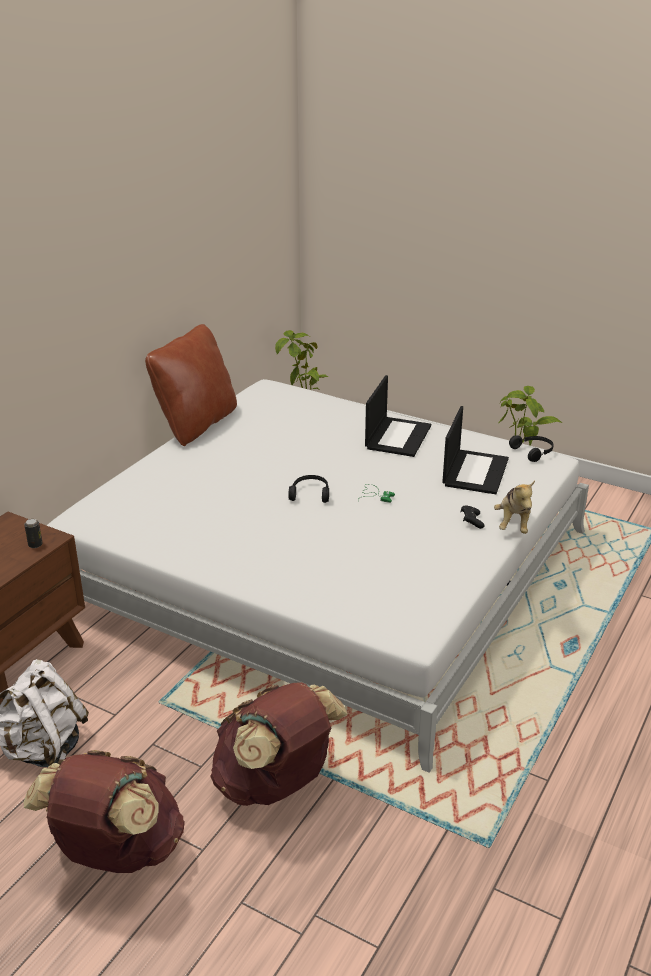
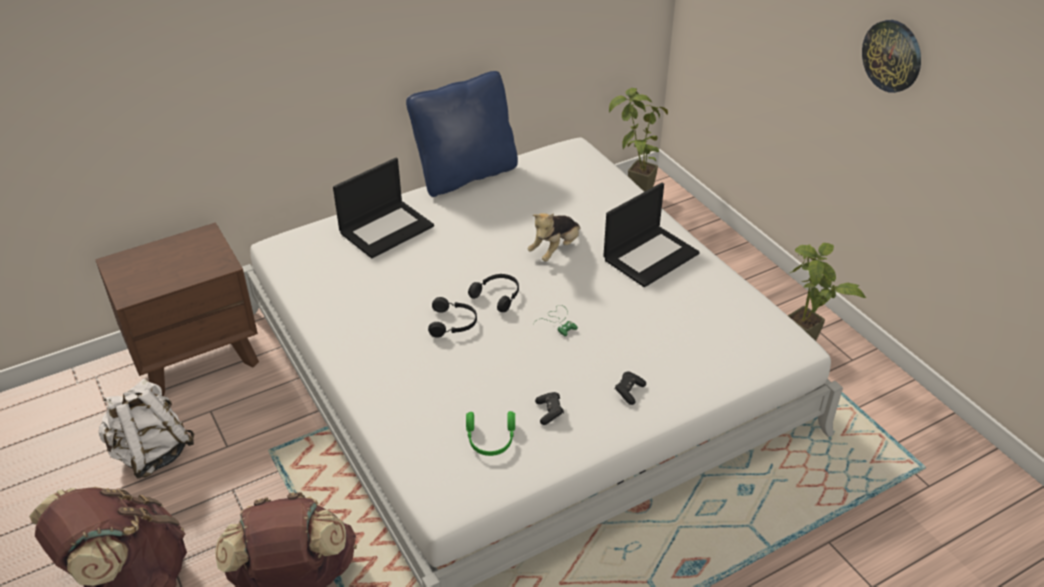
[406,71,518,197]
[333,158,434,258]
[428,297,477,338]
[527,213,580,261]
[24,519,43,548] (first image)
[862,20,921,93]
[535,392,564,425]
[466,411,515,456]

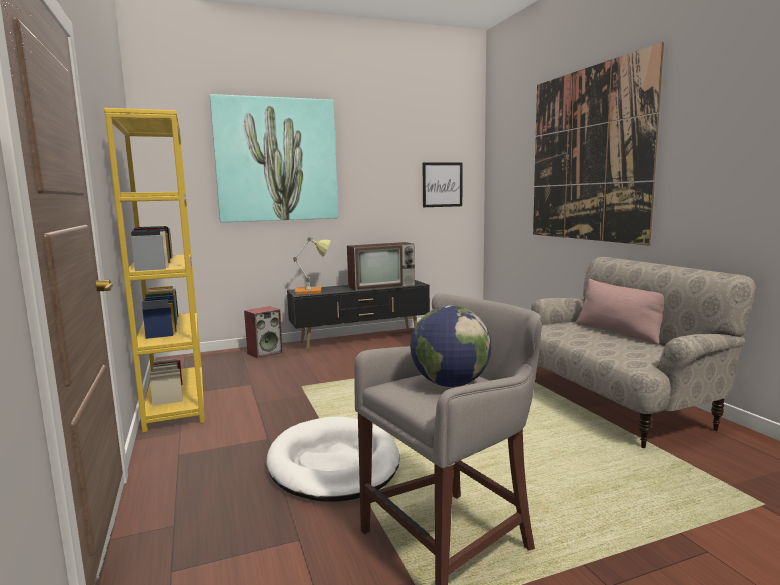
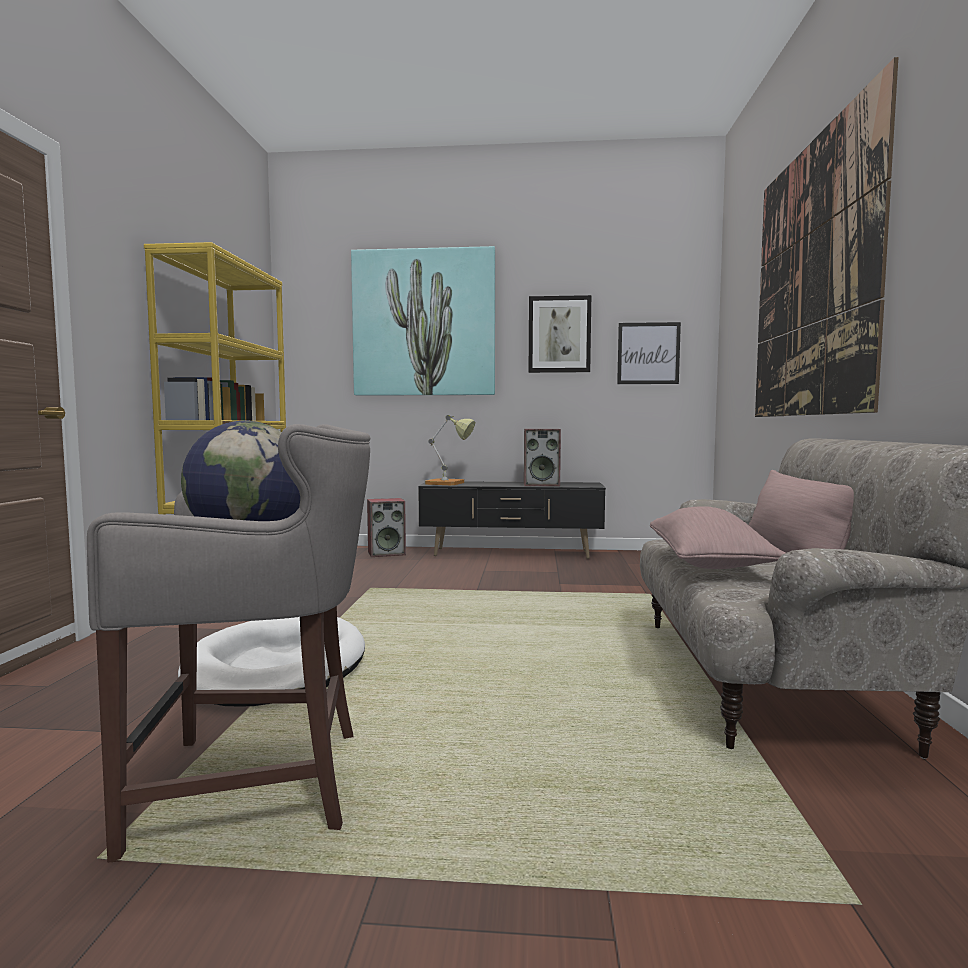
[524,429,561,486]
[529,295,591,373]
[650,506,785,569]

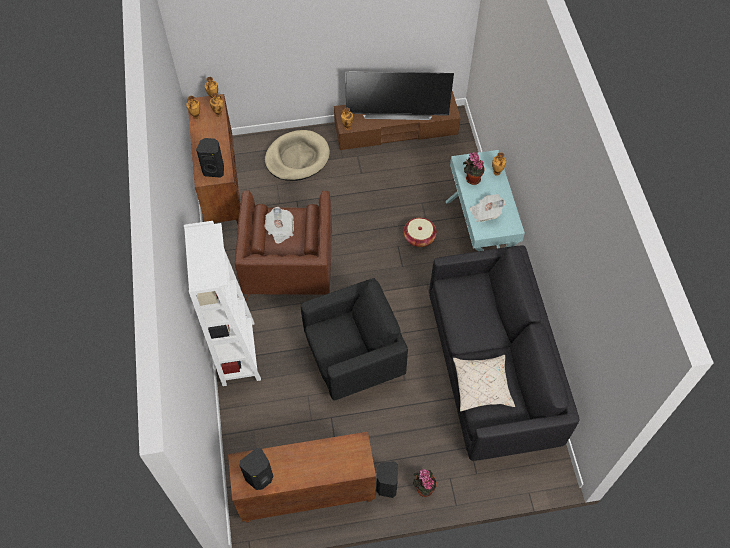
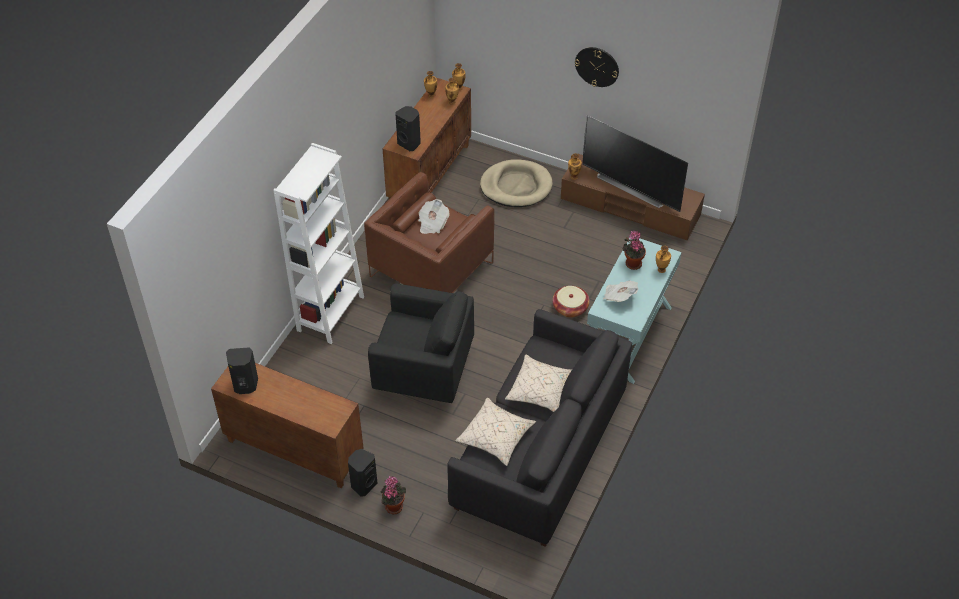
[575,47,619,87]
[505,355,572,413]

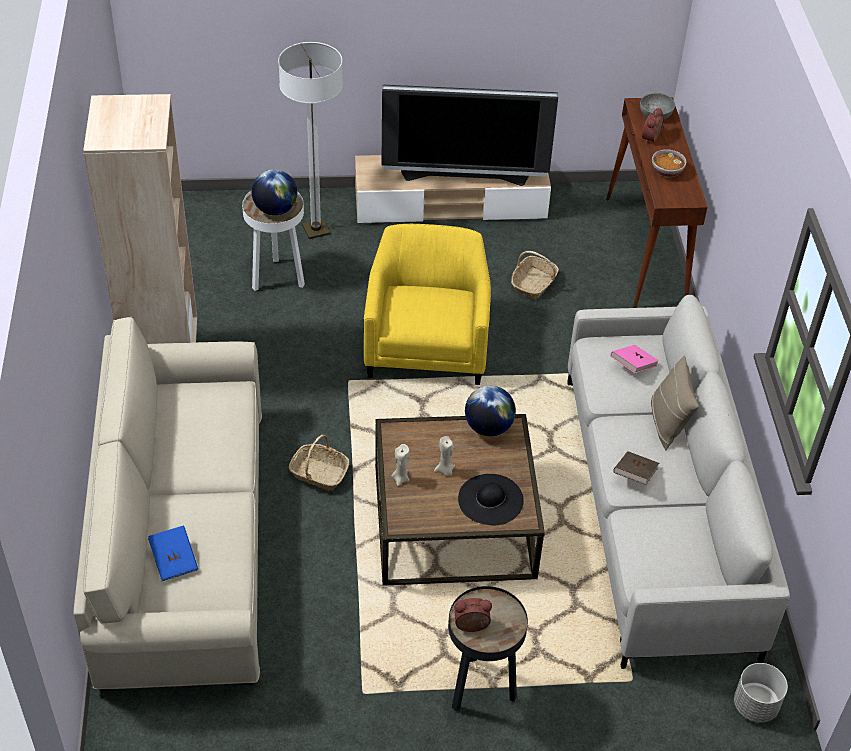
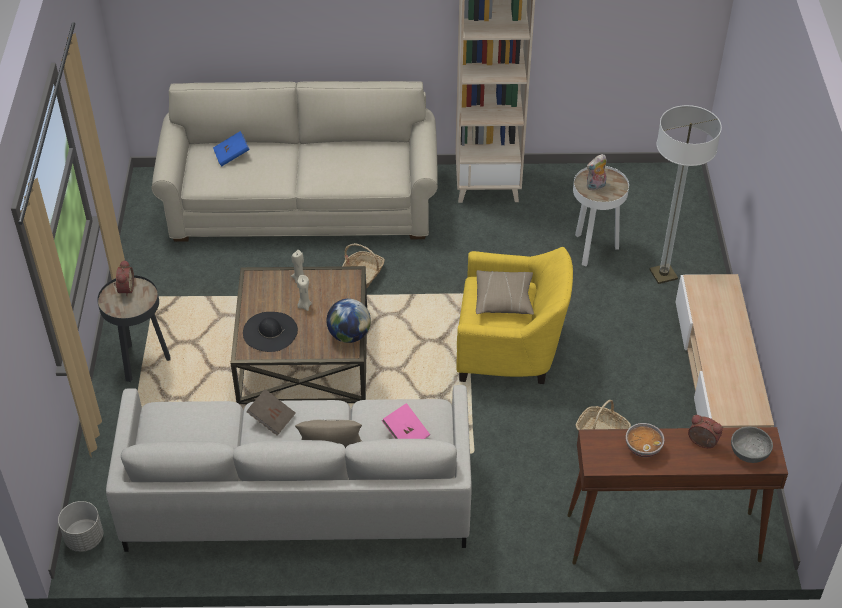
[381,85,558,186] (first image)
[587,154,607,191]
[476,270,534,315]

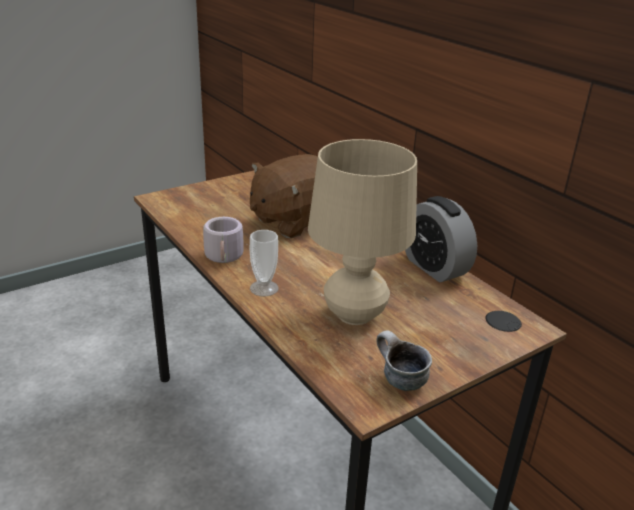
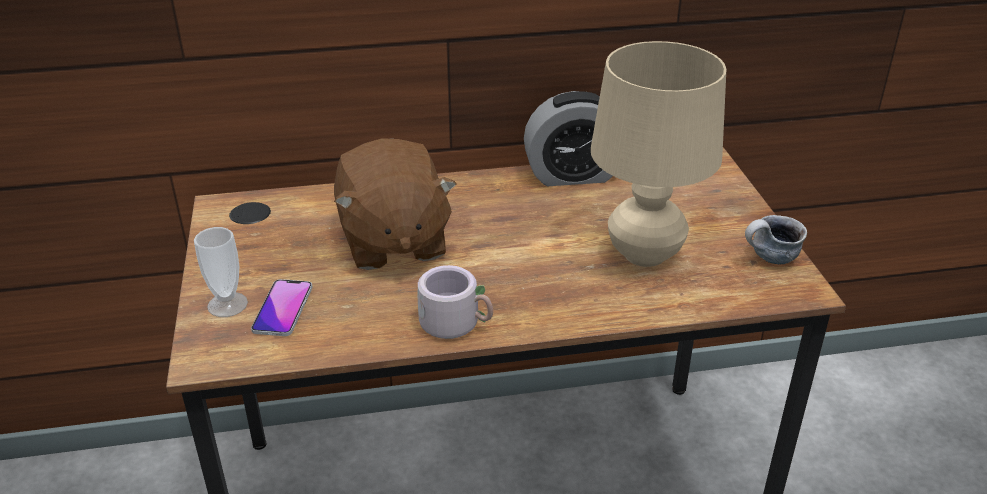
[194,227,248,317]
[251,279,312,336]

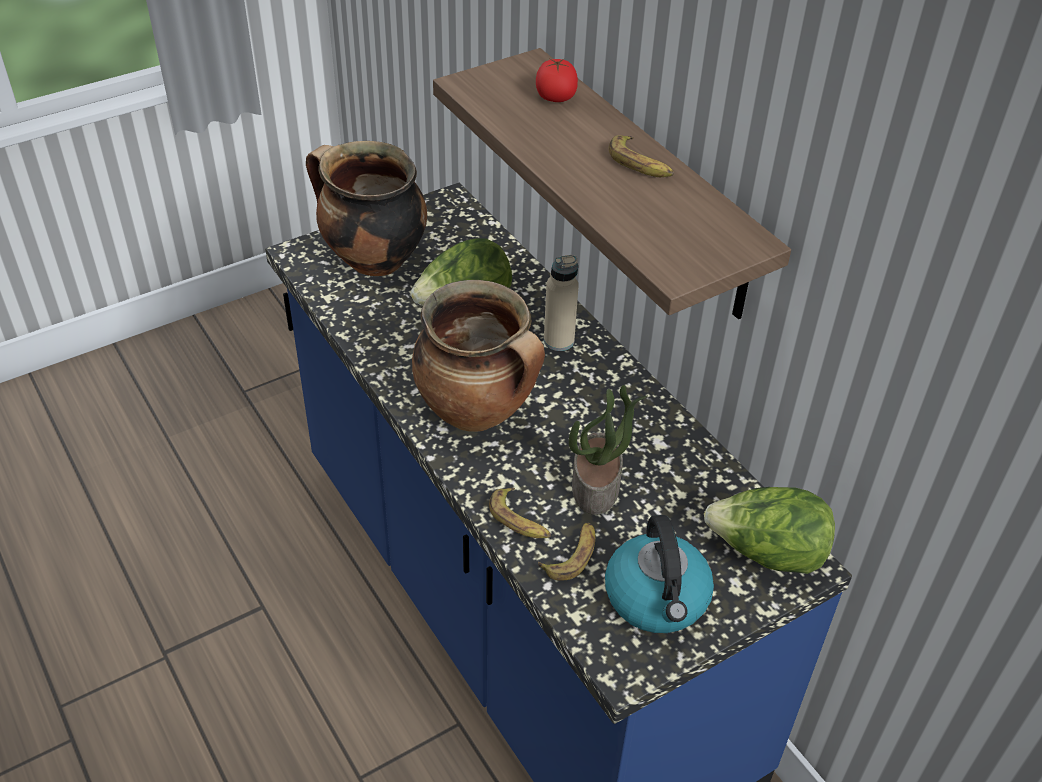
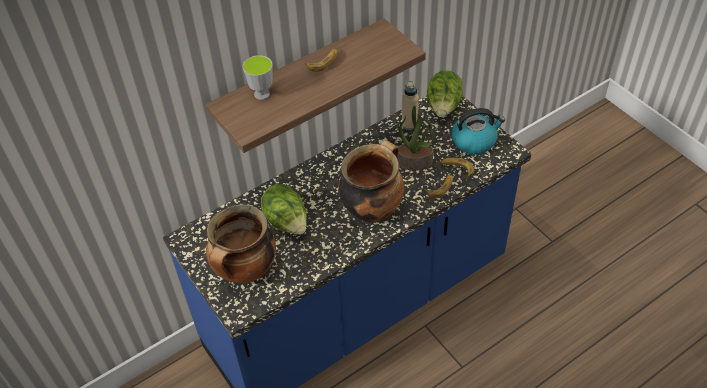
[243,55,273,100]
[402,81,419,130]

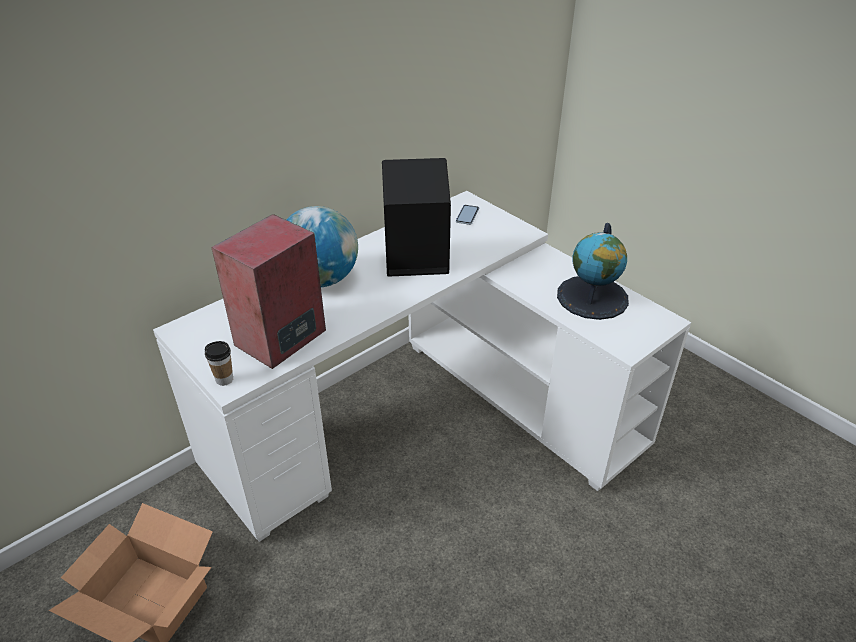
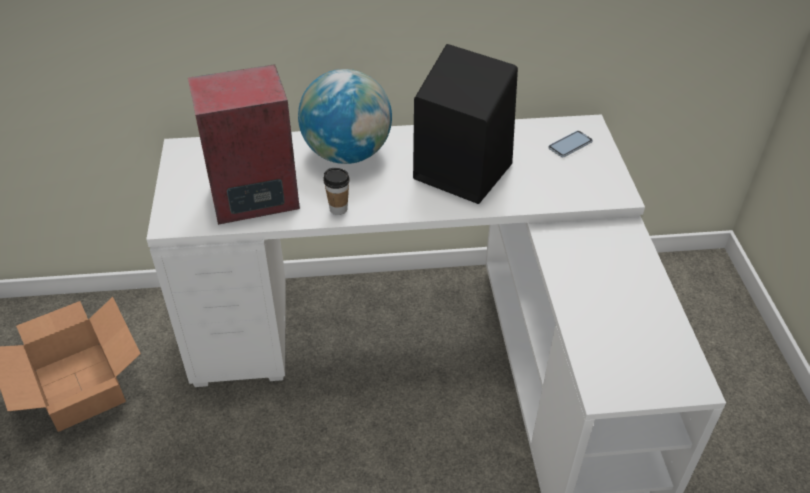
[557,223,629,320] (first image)
[323,168,350,215]

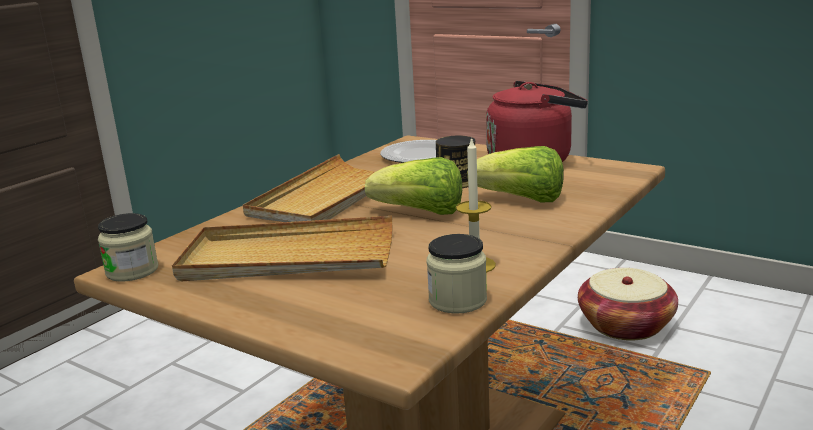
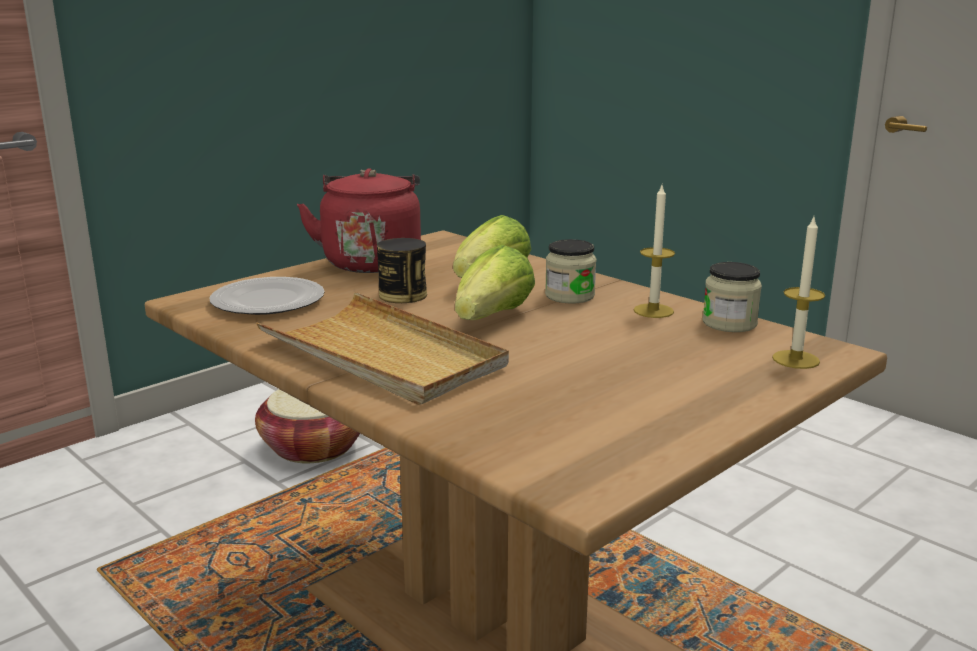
[545,239,597,303]
[172,216,393,281] (first image)
[772,217,825,369]

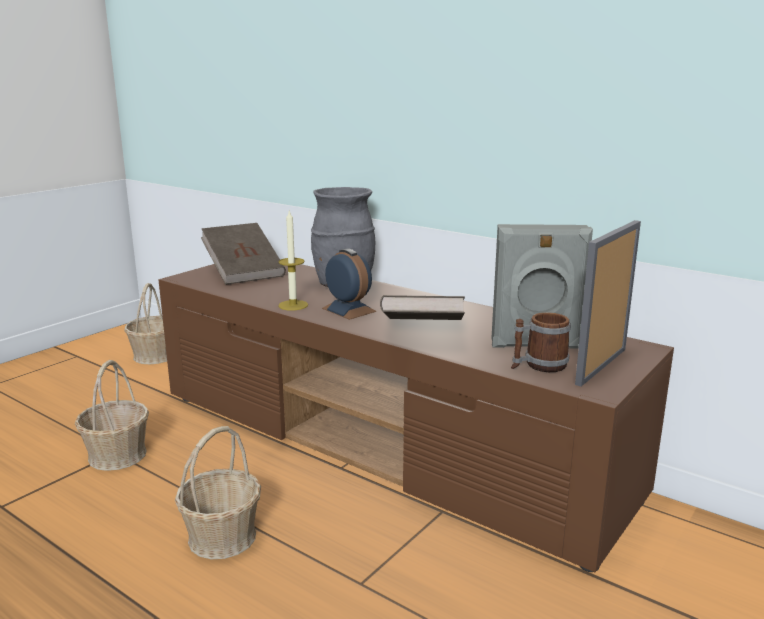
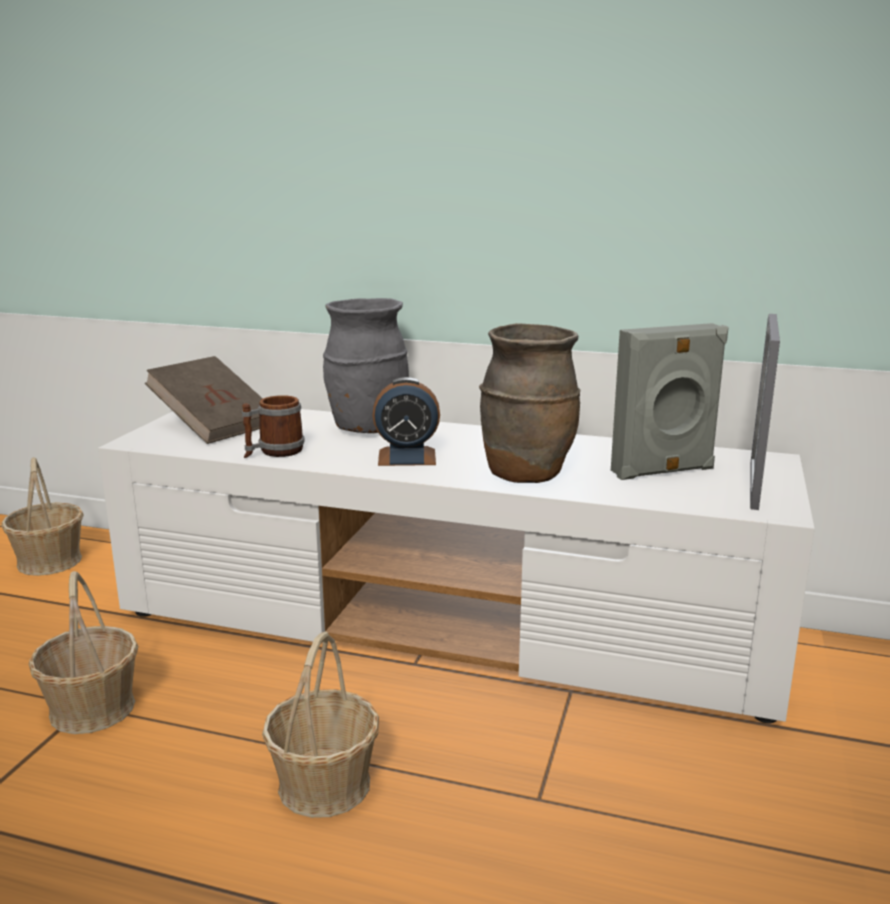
[278,211,308,310] (first image)
[373,377,440,466]
[98,409,815,724]
[479,323,580,483]
[242,395,305,458]

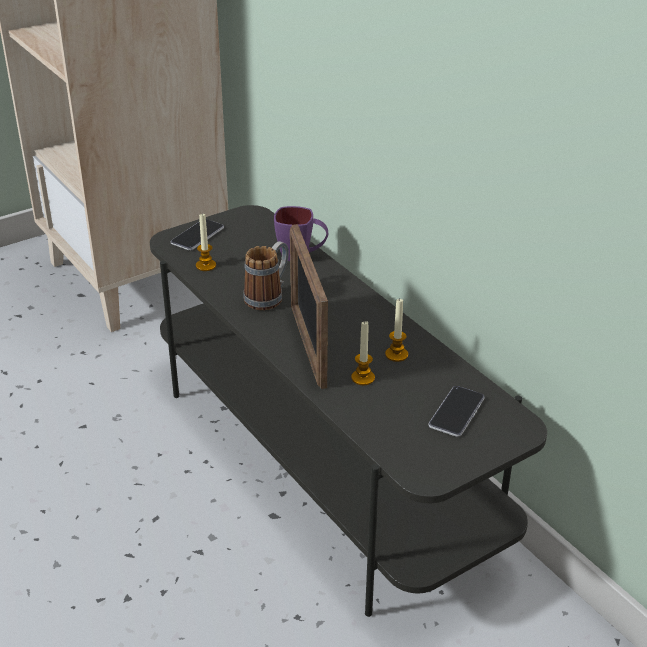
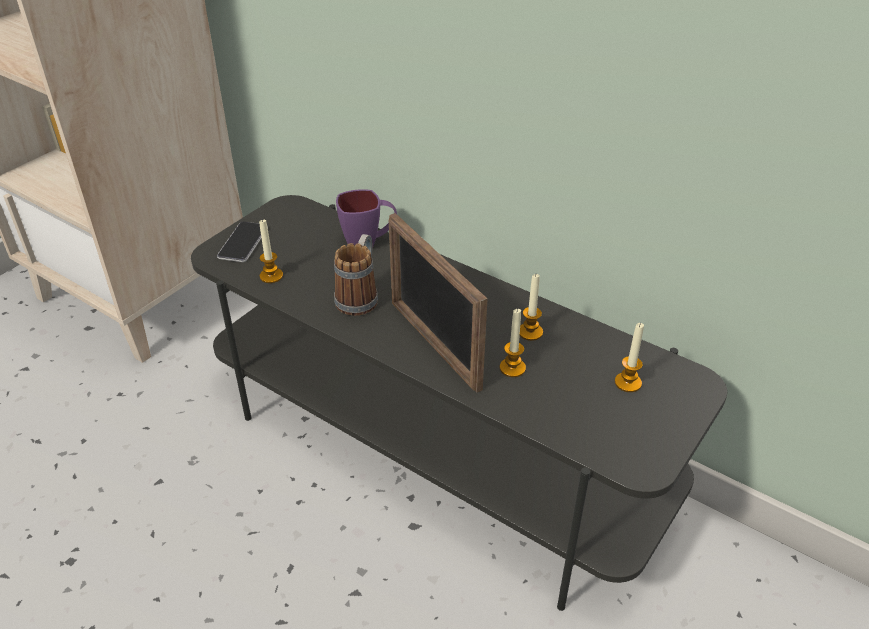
[615,323,644,392]

